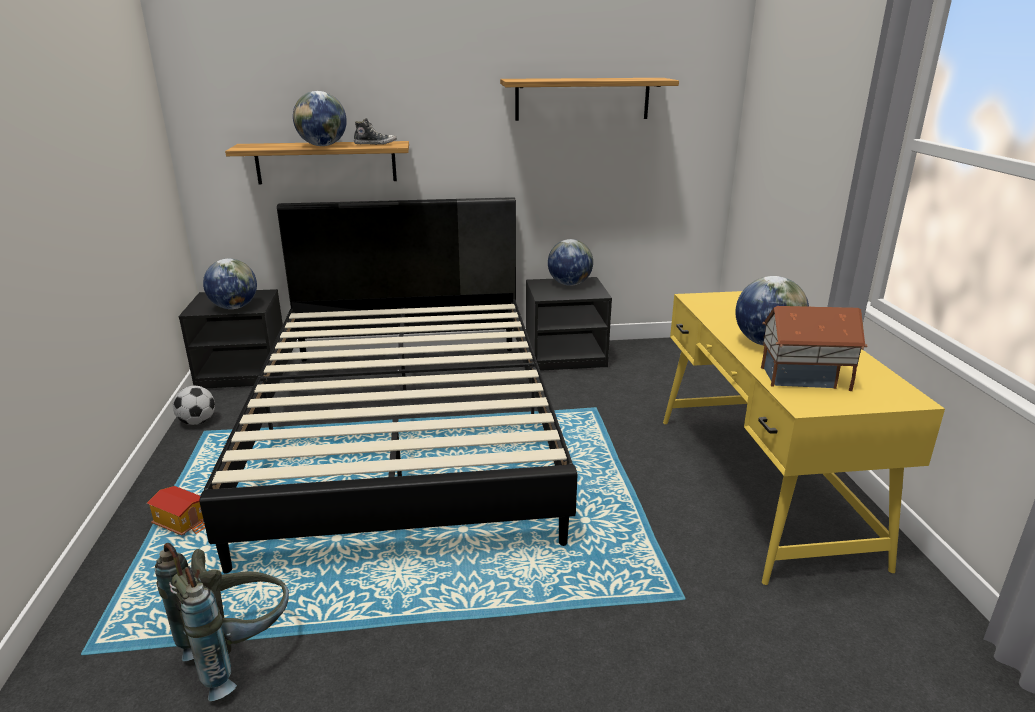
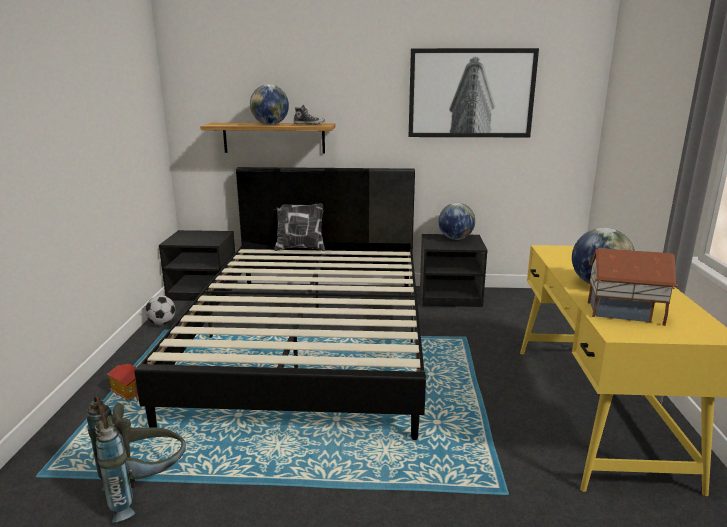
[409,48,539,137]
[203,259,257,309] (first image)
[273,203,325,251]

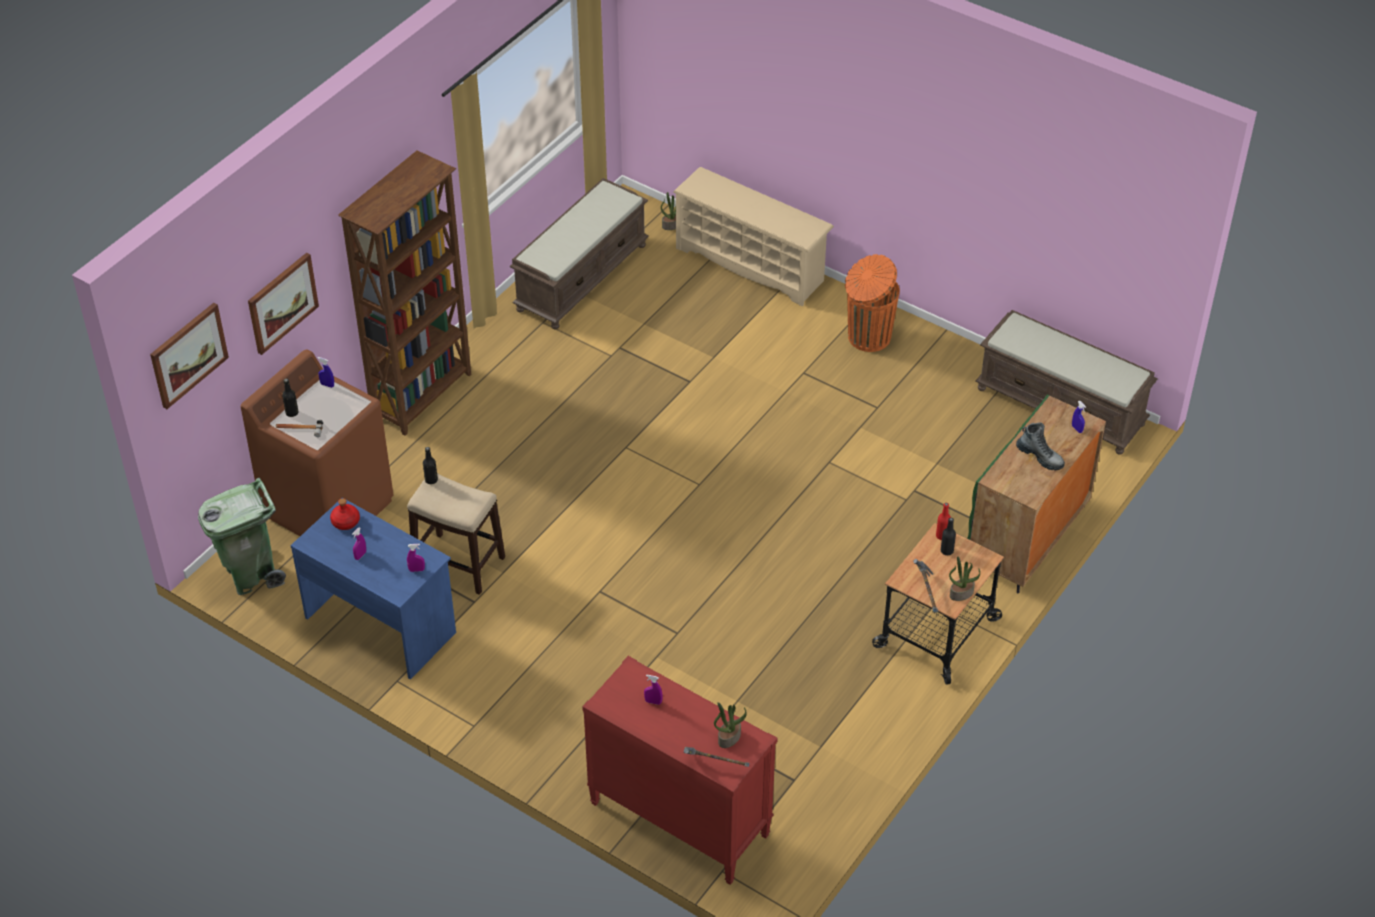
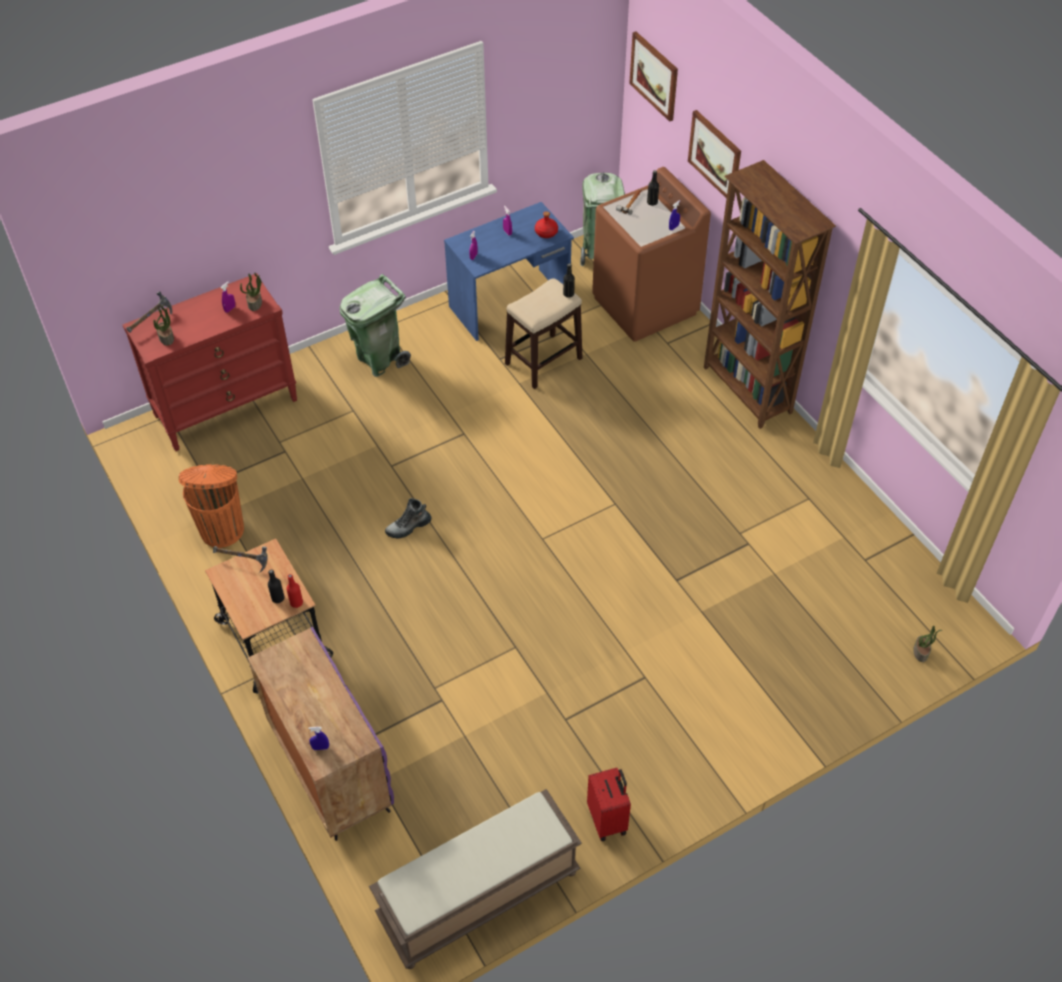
[673,167,834,306] (first image)
[510,178,649,330] (first image)
[179,464,244,548]
[248,627,394,841]
[385,498,432,538]
[240,273,262,311]
[340,274,411,377]
[587,767,631,841]

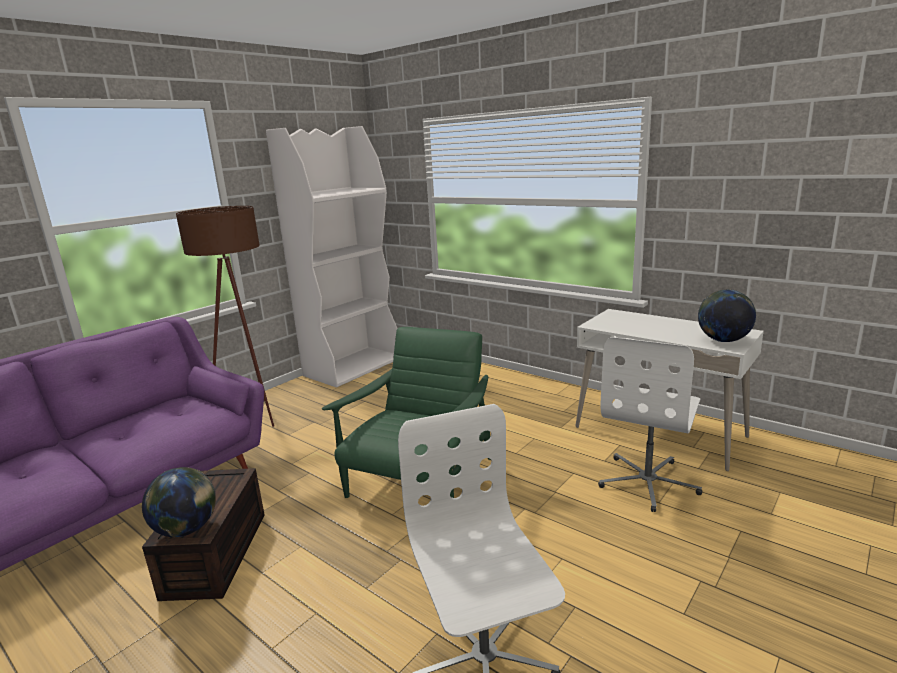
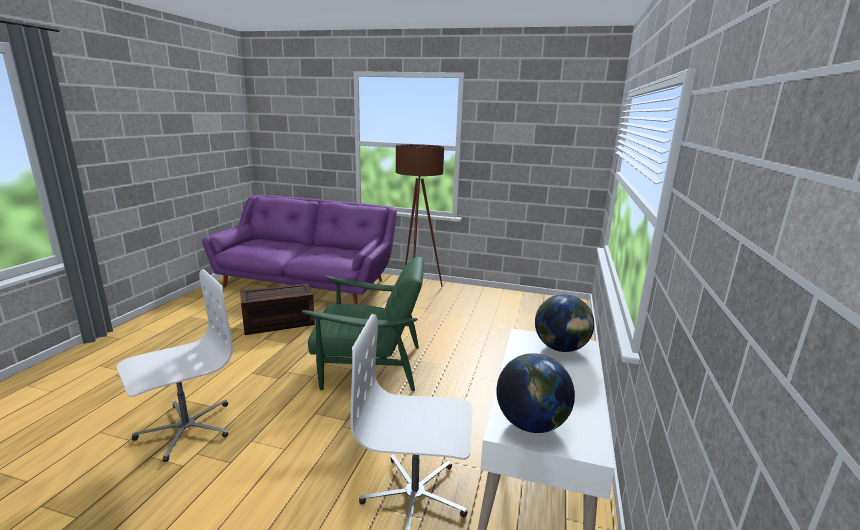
[266,126,398,388] (first image)
[535,294,594,352]

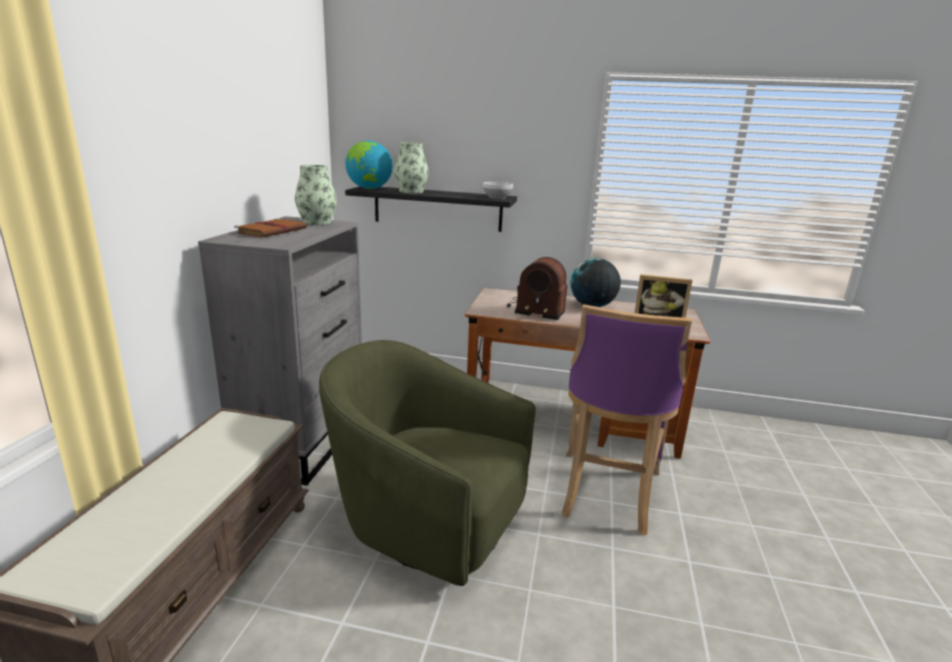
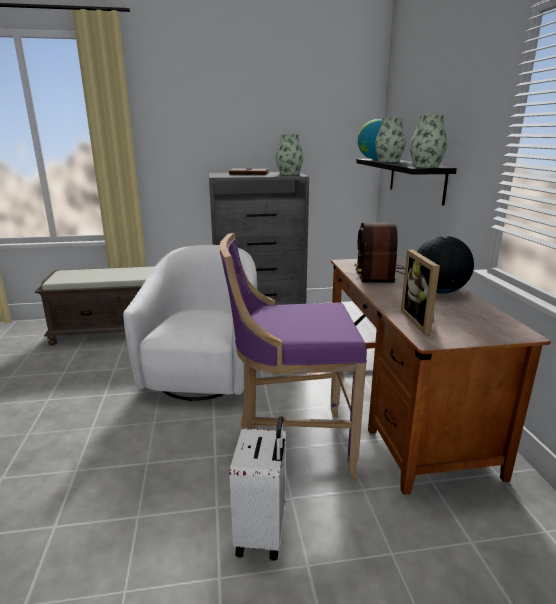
[410,115,447,168]
[123,245,257,401]
[229,416,286,561]

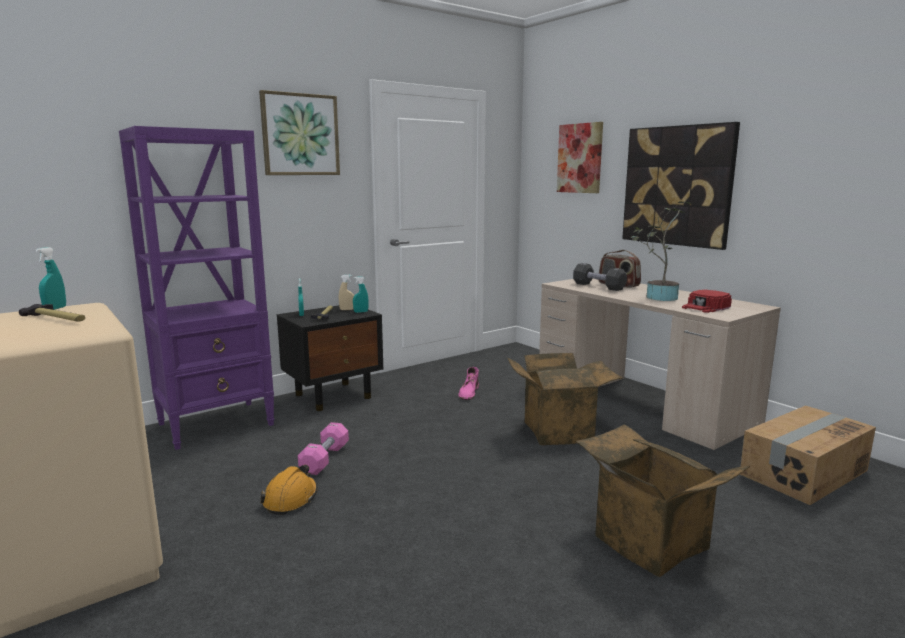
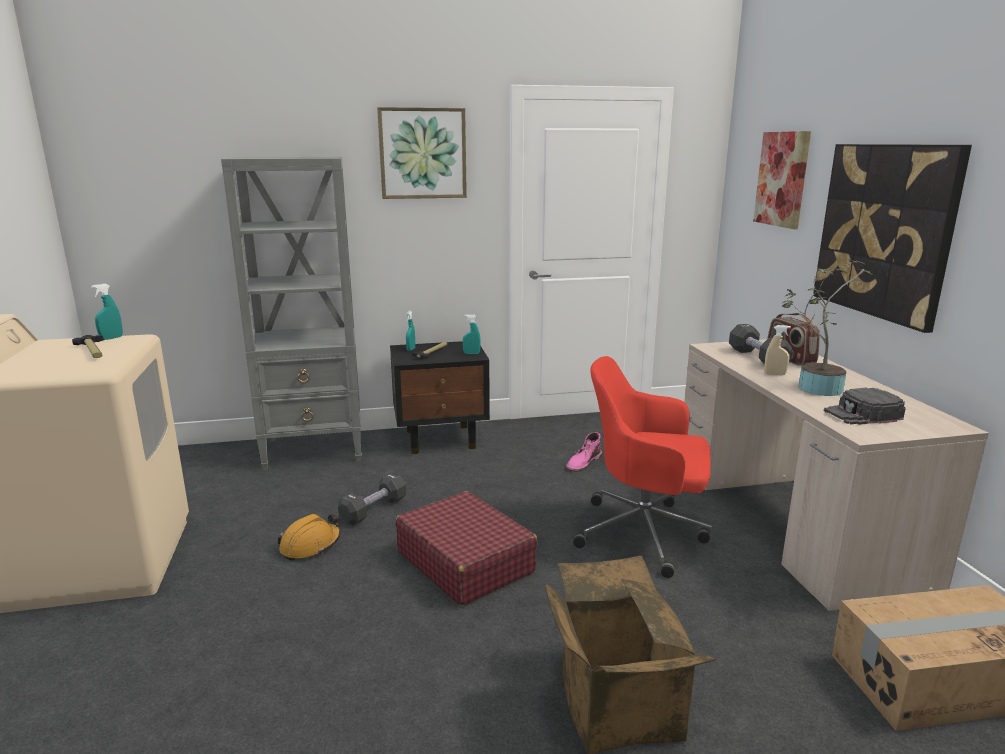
[221,157,362,470]
[765,325,791,375]
[824,388,906,425]
[573,356,712,578]
[338,473,406,526]
[396,491,538,606]

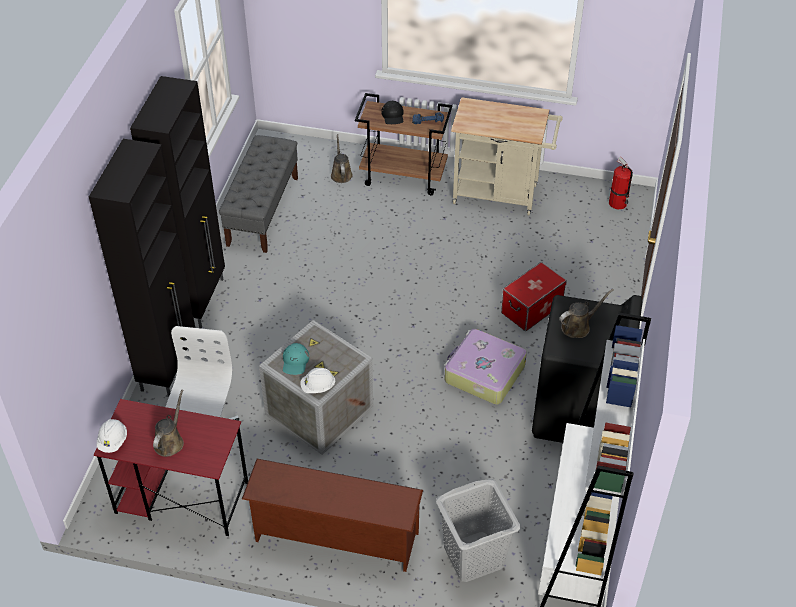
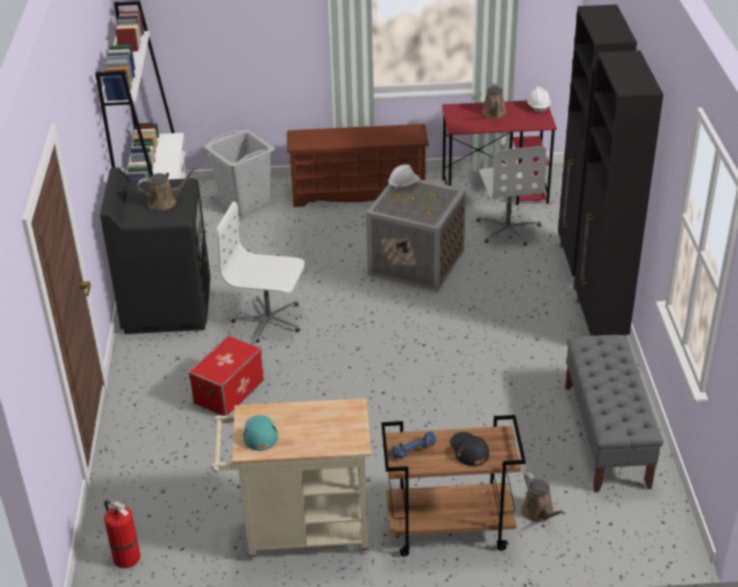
[137,165,198,210]
[217,202,305,343]
[243,415,278,451]

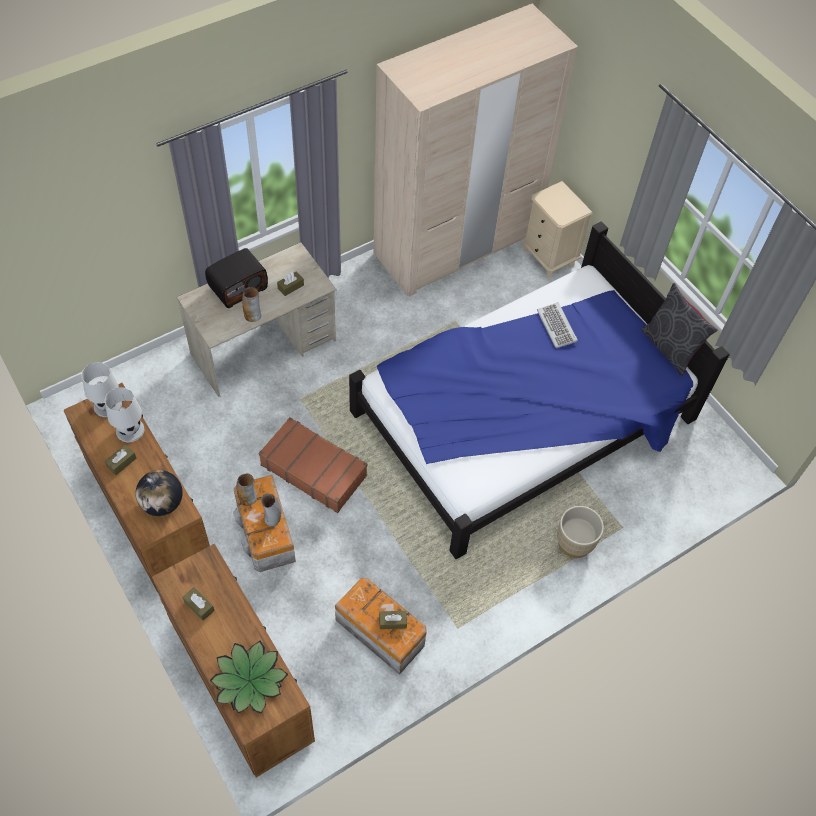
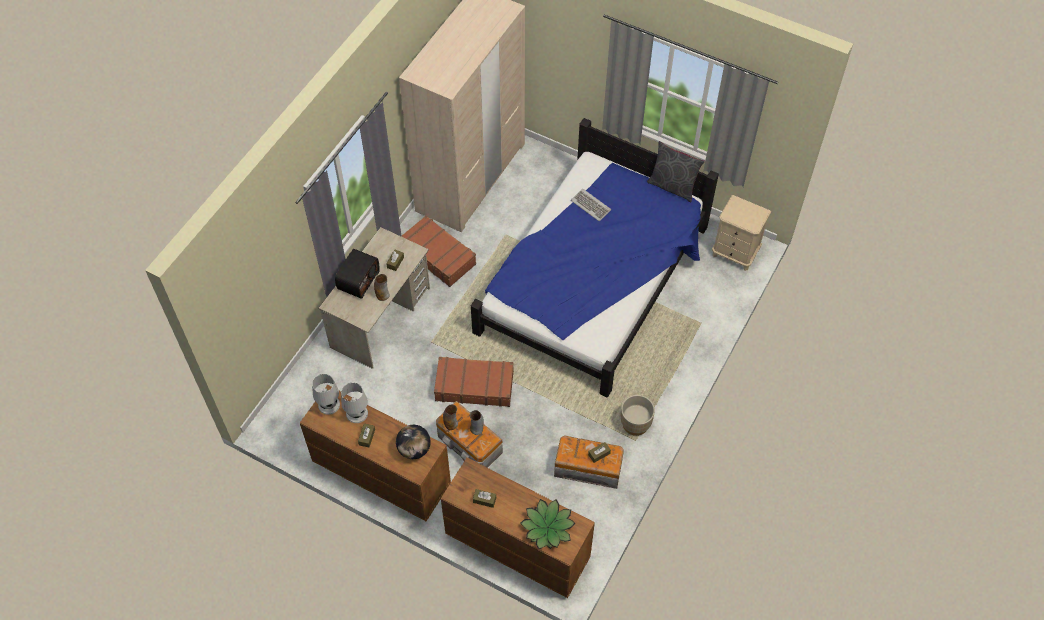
[712,195,771,271]
[621,395,655,436]
[401,216,476,287]

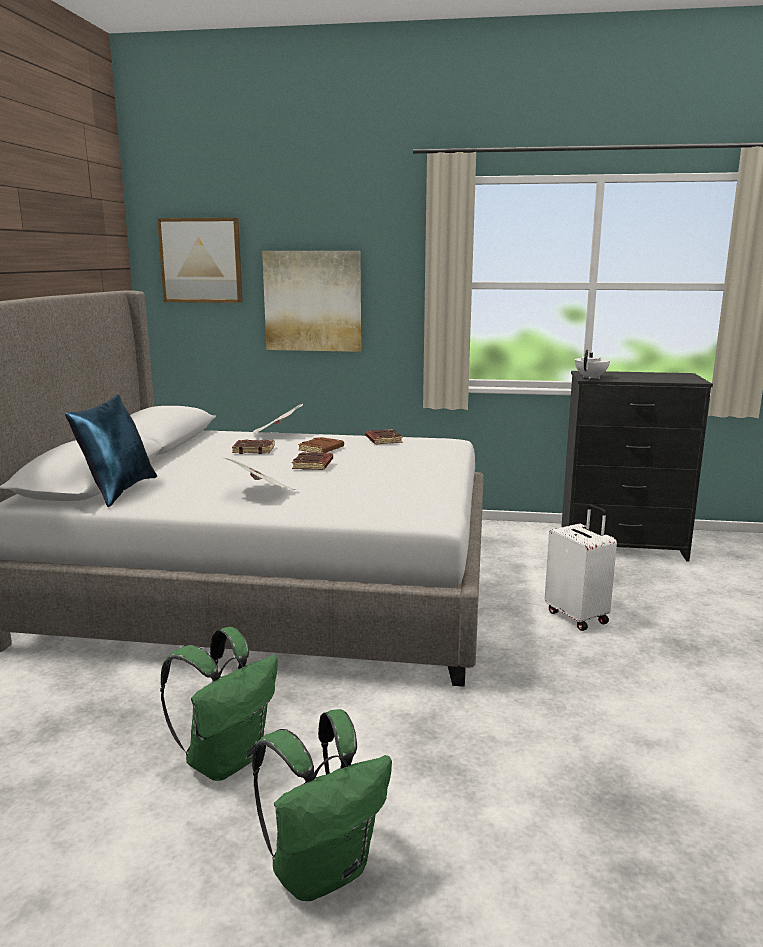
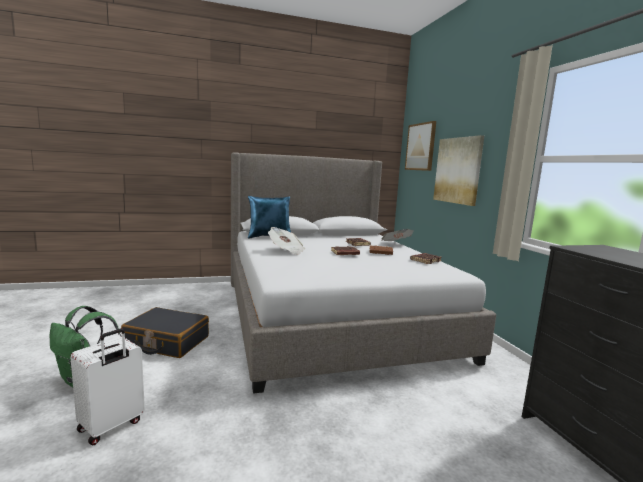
[575,350,610,379] (first image)
[70,329,145,445]
[121,307,209,358]

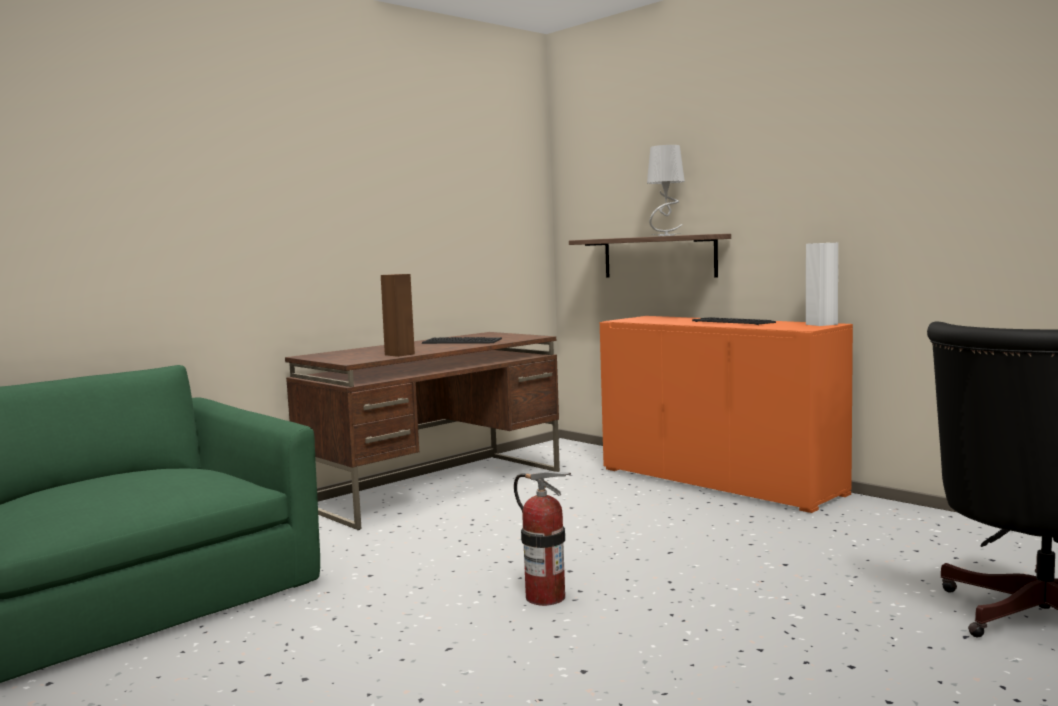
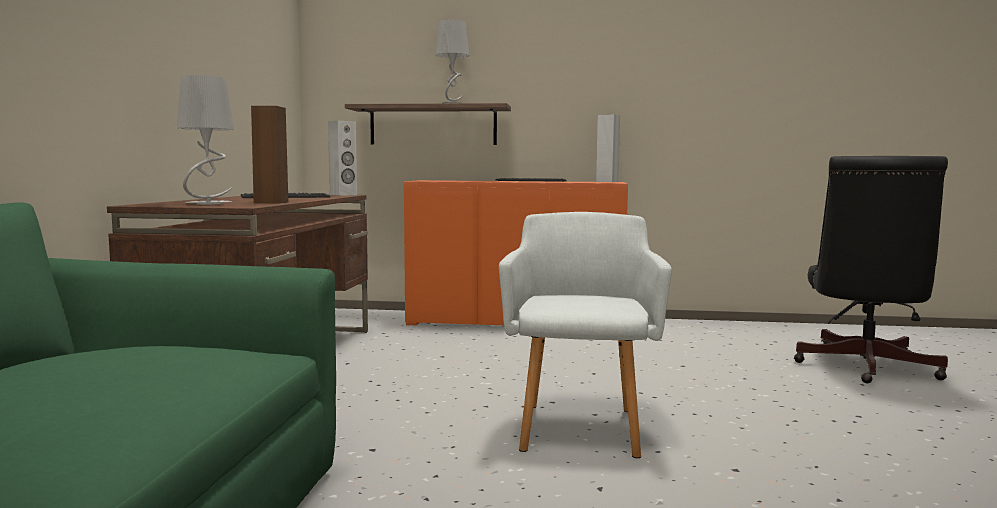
[499,212,672,458]
[177,75,234,205]
[328,121,357,196]

